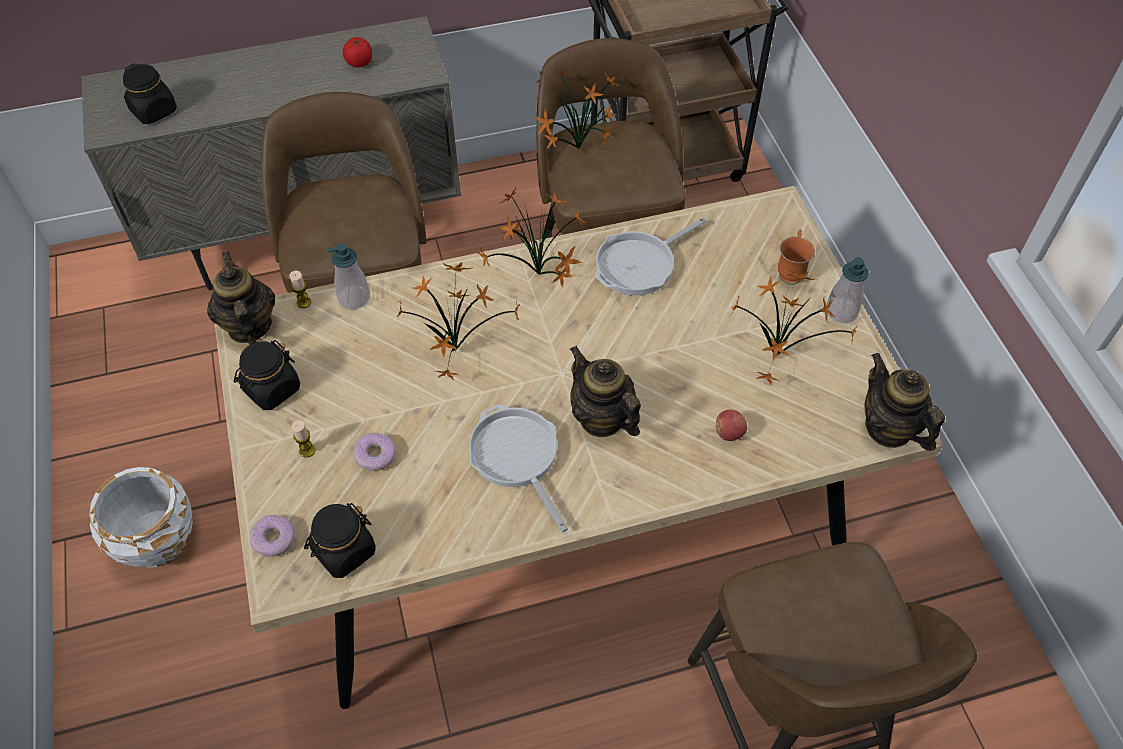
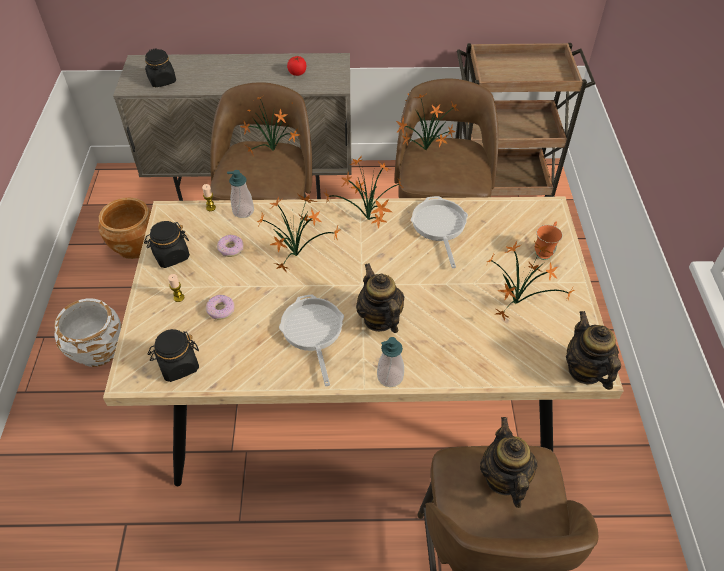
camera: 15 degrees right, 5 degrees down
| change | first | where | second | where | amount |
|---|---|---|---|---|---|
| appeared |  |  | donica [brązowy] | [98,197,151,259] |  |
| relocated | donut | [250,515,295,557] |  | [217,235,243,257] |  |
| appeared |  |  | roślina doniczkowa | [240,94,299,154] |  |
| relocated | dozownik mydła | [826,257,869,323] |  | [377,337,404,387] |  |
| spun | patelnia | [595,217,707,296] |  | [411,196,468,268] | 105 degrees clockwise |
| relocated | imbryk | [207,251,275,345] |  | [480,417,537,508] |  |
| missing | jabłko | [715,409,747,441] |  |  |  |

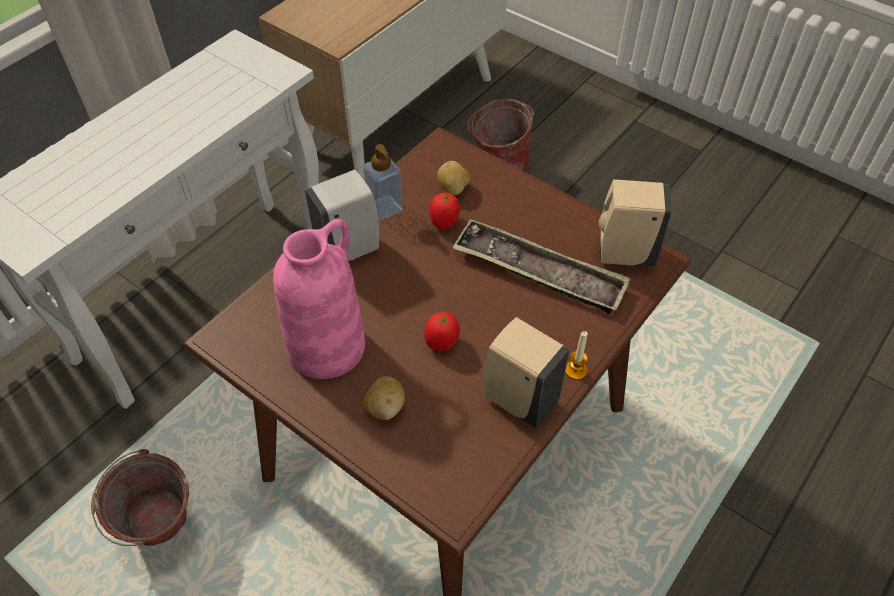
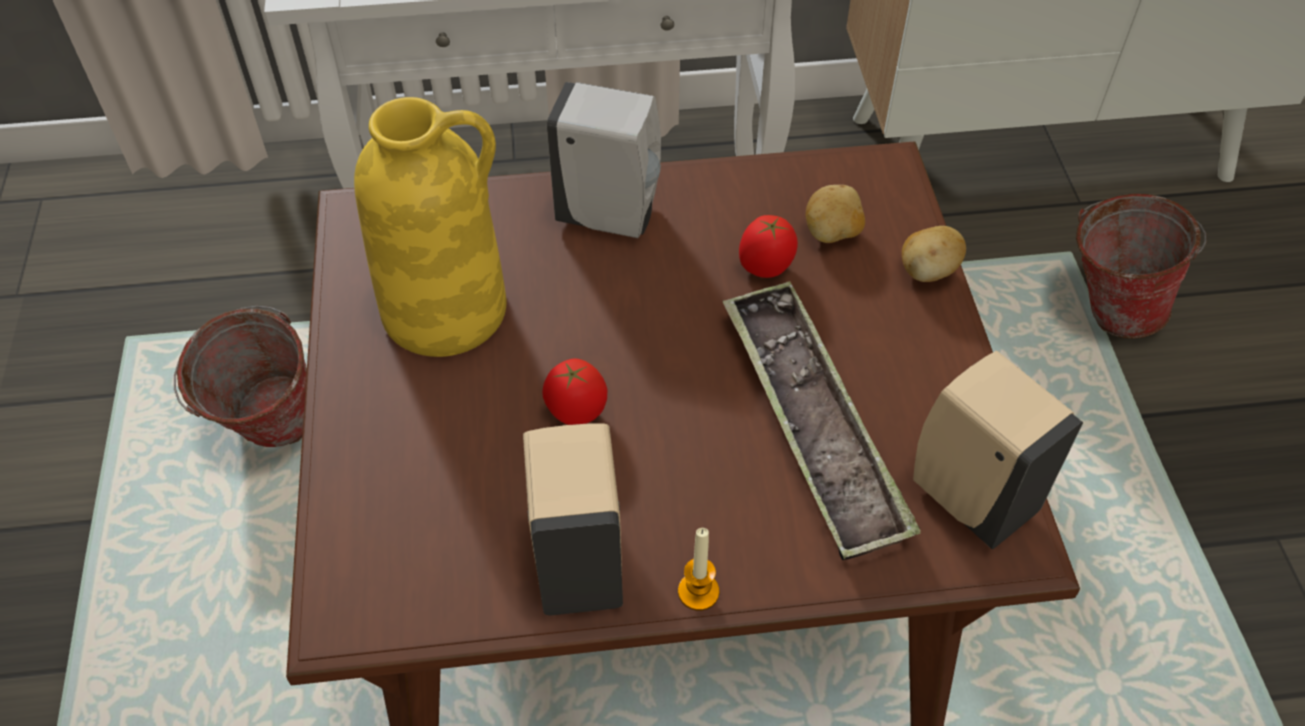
camera: 45 degrees right, 0 degrees up
| change | first | where | second | where | amount |
|---|---|---|---|---|---|
| colour | wazon [różowy] | [273,219,365,379] | wazon [żółty] | [354,97,507,357] |  |
| relocated | ziemniak | [364,376,405,420] |  | [902,226,966,282] |  |
| missing | dozownik mydła | [363,144,403,221] |  |  |  |

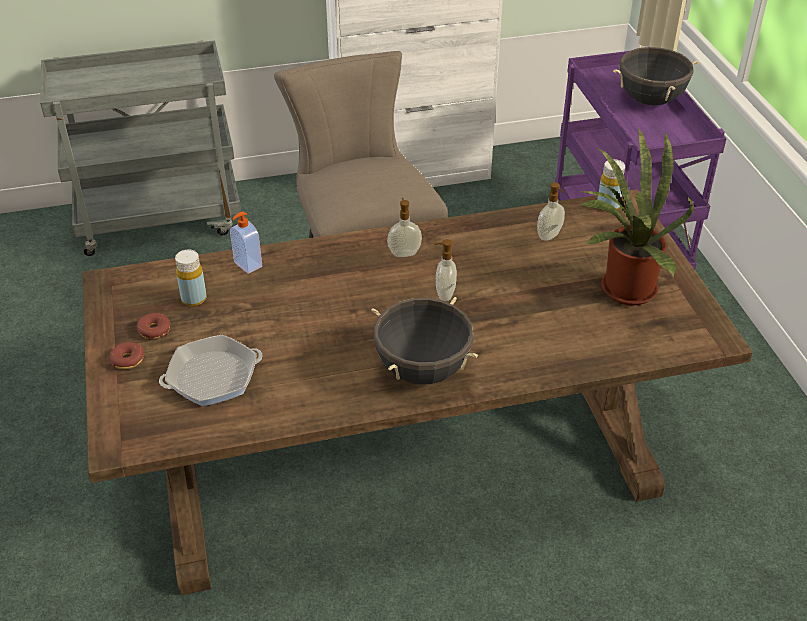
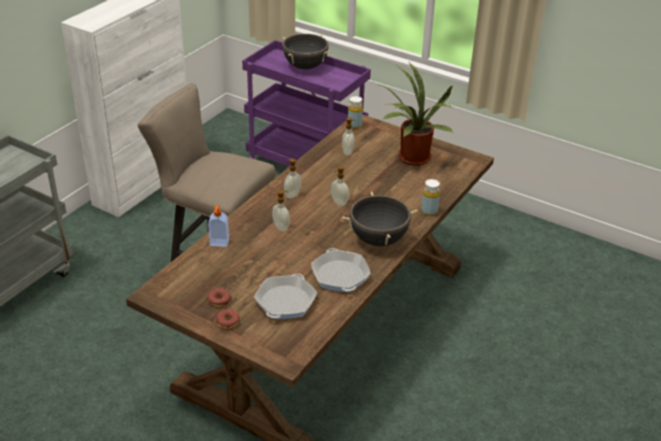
camera: 45 degrees left, 5 degrees down
| change | first | where | second | where | amount |
|---|---|---|---|---|---|
| appeared |  |  | dozownik mydła | [272,190,290,231] |  |
| appeared |  |  | patelnia | [311,248,371,292] |  |
| relocated | butelka [żółty] | [175,250,207,306] |  | [421,179,440,216] |  |

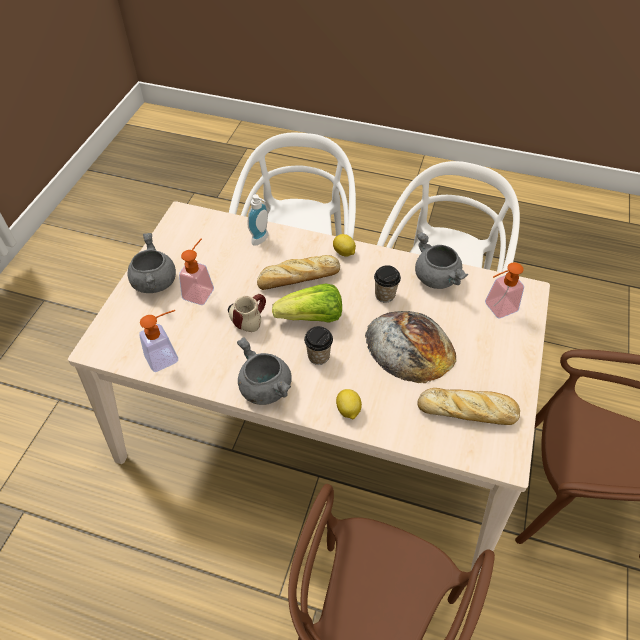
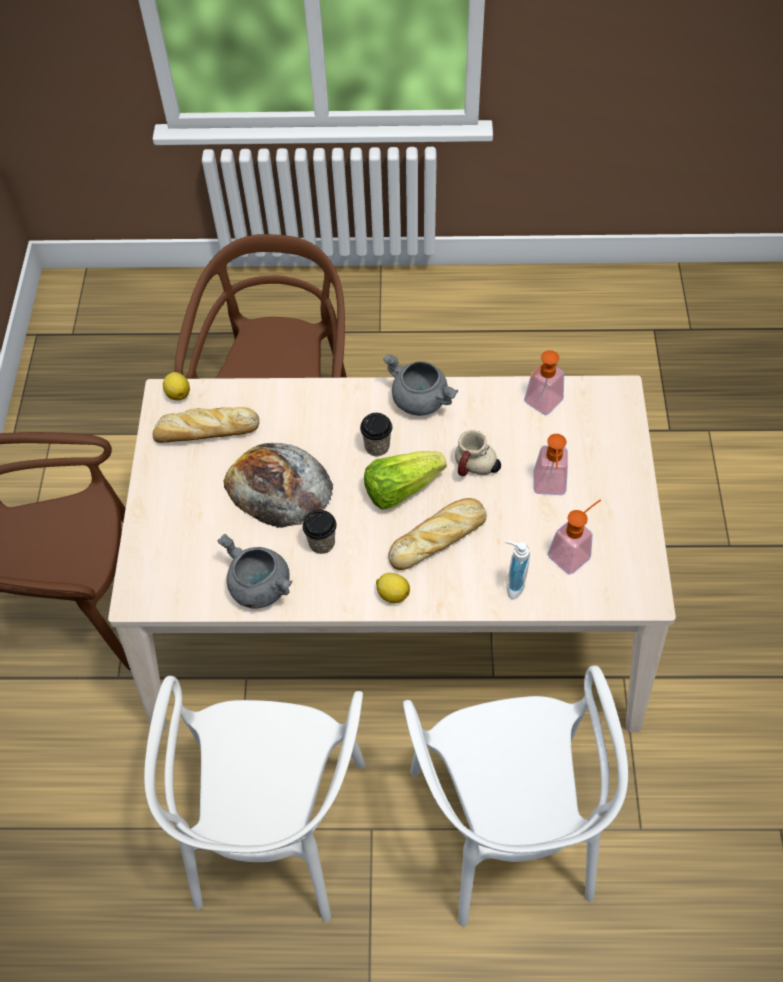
camera: 165 degrees right, 5 degrees up
| change | first | where | second | where | amount |
|---|---|---|---|---|---|
| relocated | cytryna | [336,389,362,420] |  | [163,372,190,400] |  |
| relocated | dozownik mydła | [485,262,524,319] |  | [547,499,601,575] |  |
| missing | garnek [szary] | [128,233,176,293] |  |  |  |

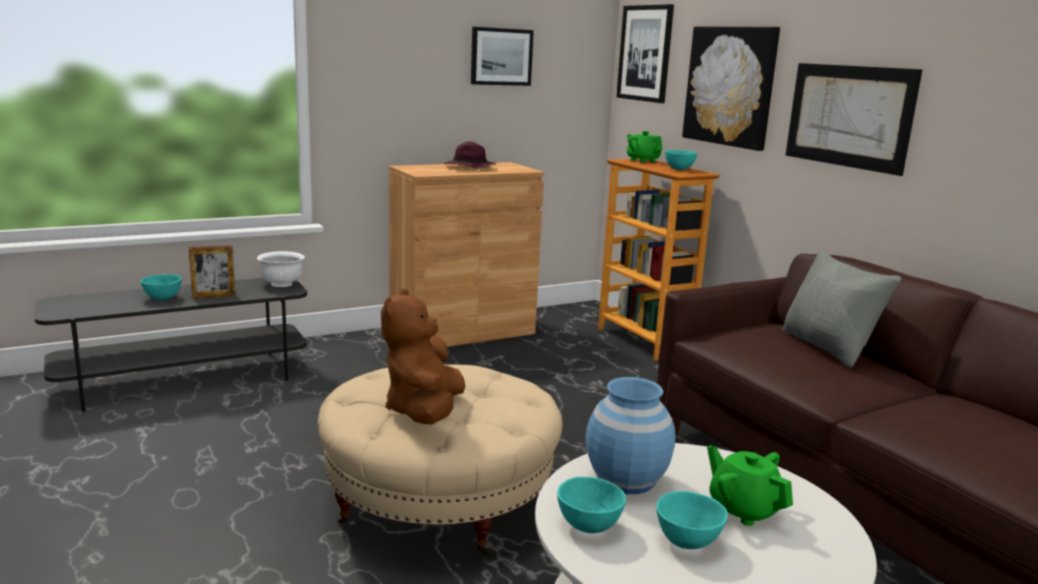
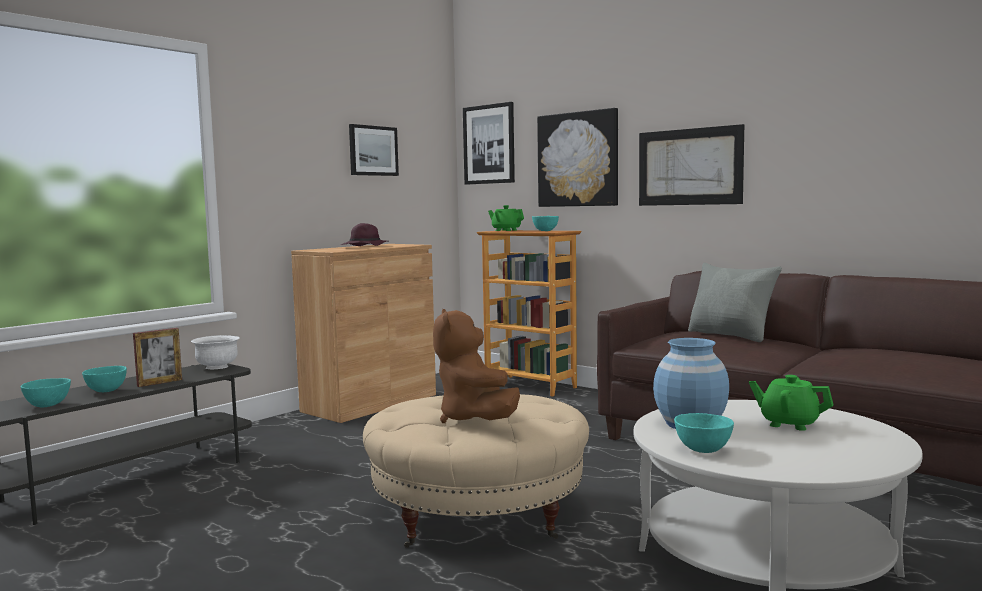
camera: 20 degrees left, 10 degrees down
| change | first | where | second | where | amount |
|---|---|---|---|---|---|
| relocated | miska [turkusowy] | [656,491,728,549] |  | [21,378,71,407] |  |

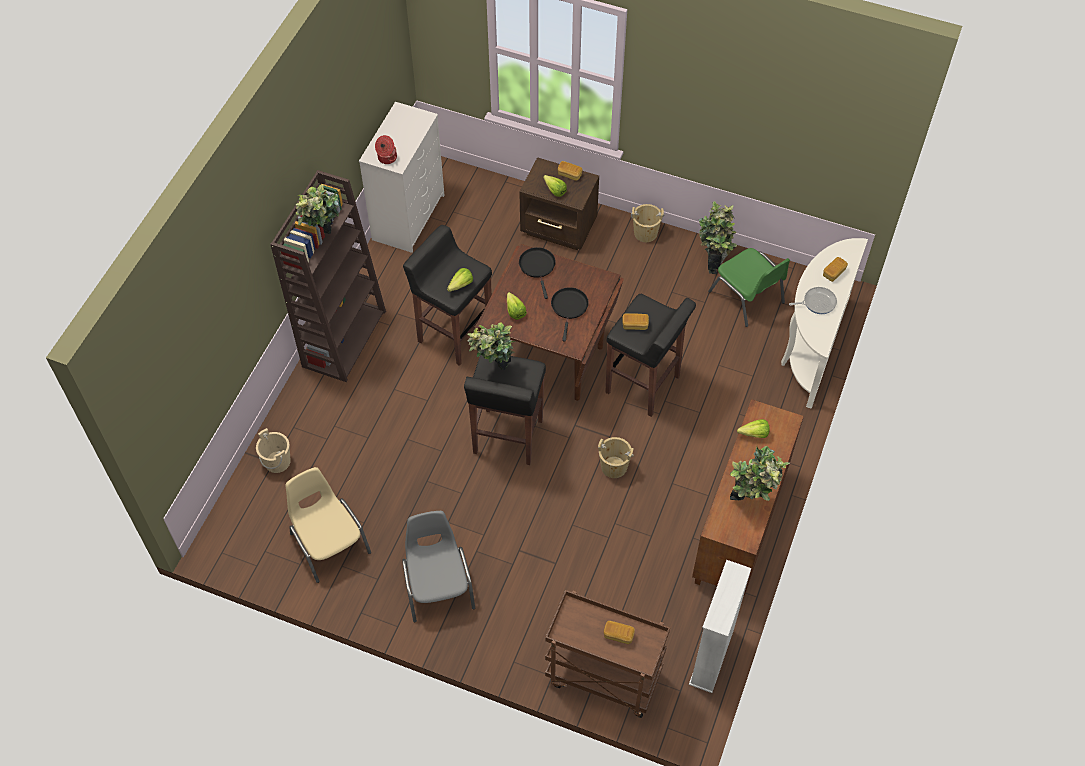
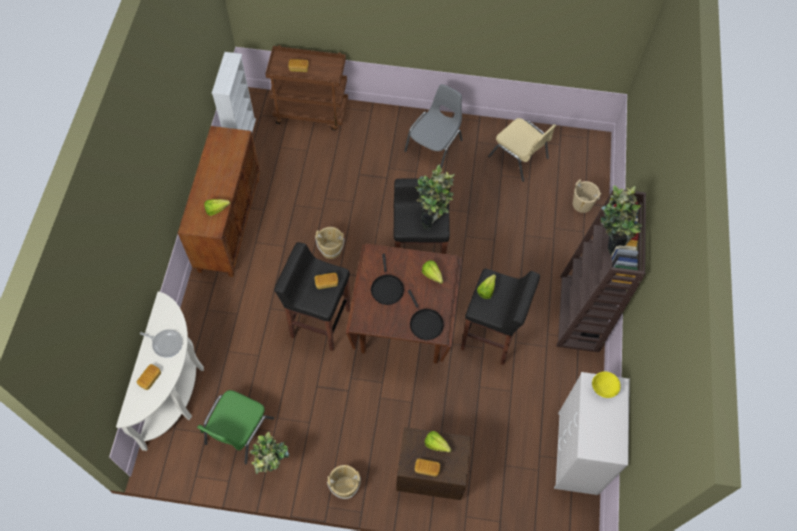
camera: 165 degrees right, 5 degrees up
| change | first | where | second | where | amount |
|---|---|---|---|---|---|
| spun | patelnia | [789,287,837,314] |  | [140,329,183,358] | 135 degrees counterclockwise |
| spun | krzesło [zielony] | [708,248,790,327] |  | [197,390,274,464] | 105 degrees counterclockwise |
| spun | krzesło [szary] | [402,511,475,622] |  | [404,84,463,168] | 120 degrees counterclockwise |
| exchanged | garnek | [375,135,397,164] | miska [żółty] | [592,371,621,398] |  |
| missing | roślina doniczkowa | [730,446,790,501] |  |  |  |

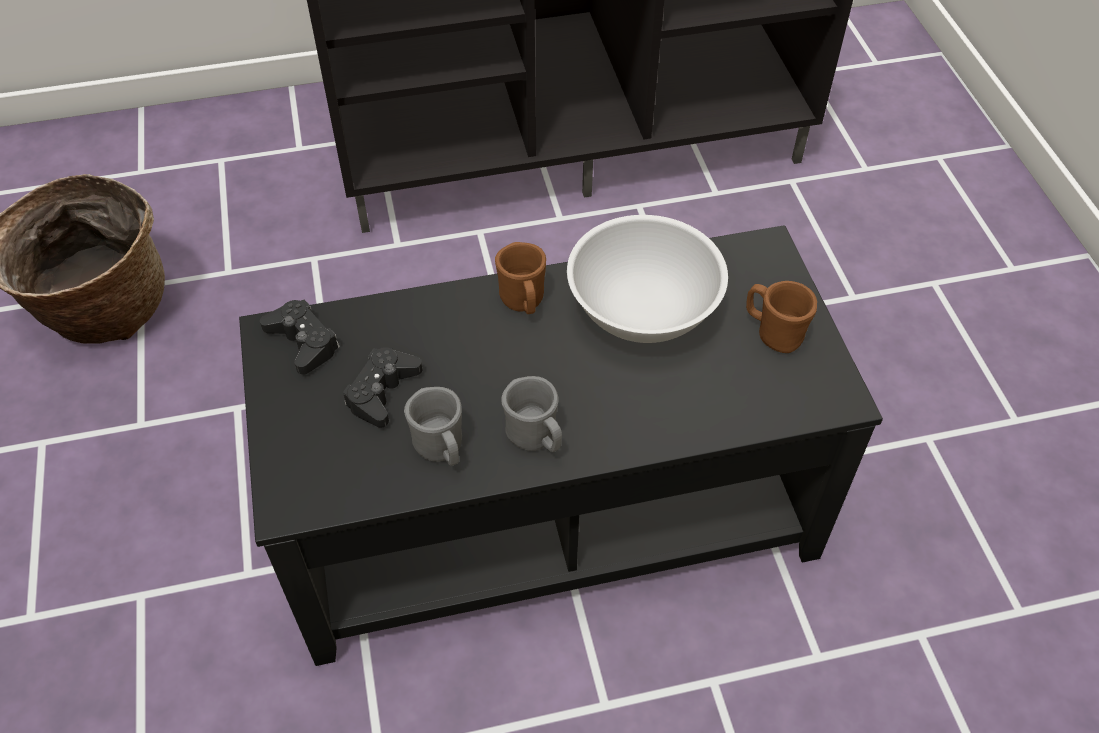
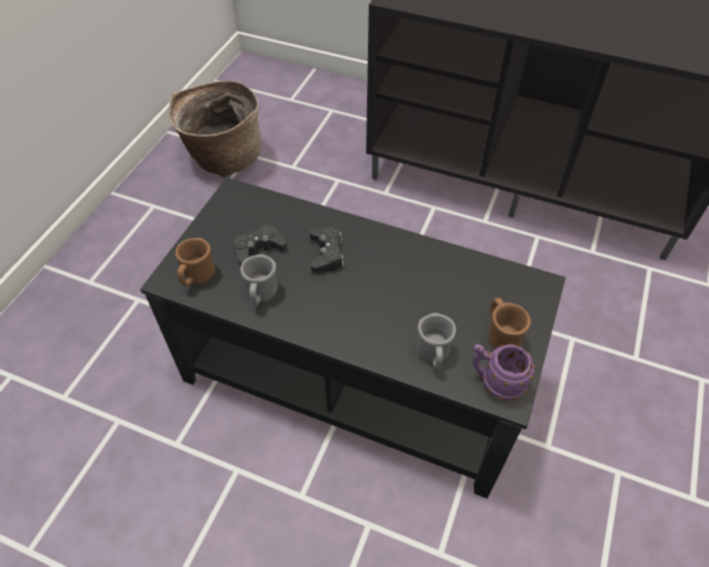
camera: 35 degrees right, 0 degrees up
| change | first | where | second | where | amount |
|---|---|---|---|---|---|
| relocated | kubek [brązowy] | [495,242,546,314] |  | [175,238,215,287] |  |
| relocated | pad do gier [czarny] | [260,300,340,375] |  | [309,227,344,273] |  |
| relocated | kubek [szary] | [501,376,562,452] |  | [417,313,456,369] |  |
| appeared |  |  | kubek [fioletowy] | [472,344,535,400] |  |
| missing | miska [biały] | [567,215,728,343] |  |  |  |

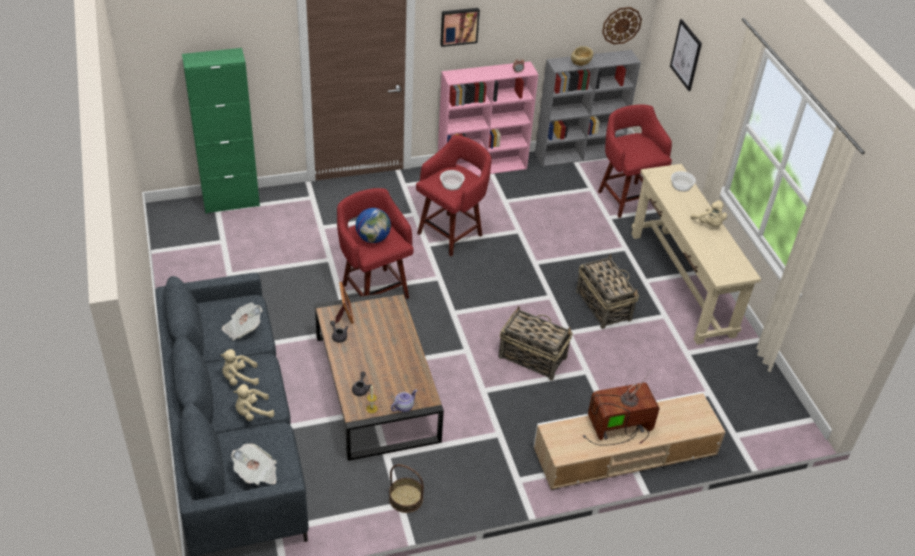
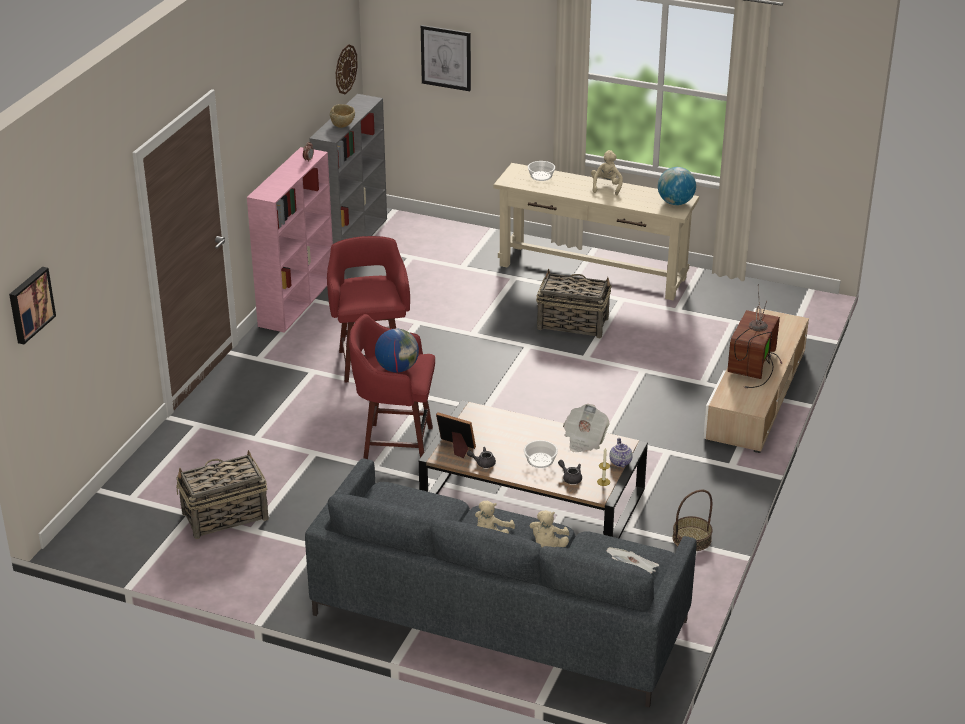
camera: 50 degrees left, 10 degrees down
| change | first | where | second | where | amount |
|---|---|---|---|---|---|
| relocated | obraz | [440,8,480,47] |  | [9,267,56,344] |  |
| relocated | koszyk | [499,306,573,381] |  | [176,450,269,539] |  |
| relocated | miska | [440,170,465,191] |  | [524,440,558,468] |  |
| relocated | gazeta | [222,302,262,341] |  | [563,404,610,452] |  |
| spun | pluszak [beżowy] | [691,200,727,227] |  | [591,150,623,196] | 90 degrees counterclockwise |
| appeared |  |  | globus | [658,167,696,205] |  |
| missing | szafka [zielony] | [182,48,260,214] |  |  |  |
| missing | stołek [czerwony] | [598,104,672,218] |  |  |  |

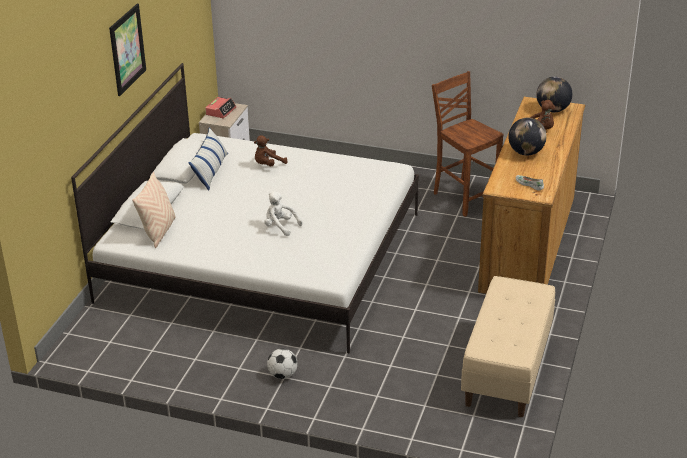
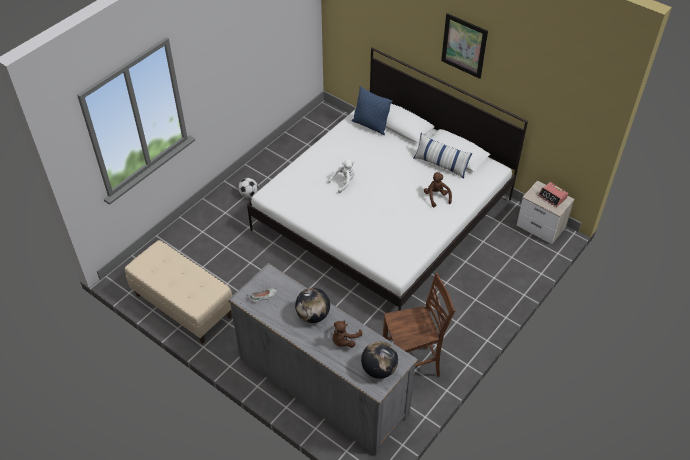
camera: 110 degrees right, 15 degrees up
| change | first | where | second | where | amount |
|---|---|---|---|---|---|
| colour | komoda [brązowy] | [478,97,585,294] | komoda [szary] | [228,263,418,455] |  |
| colour | poduszka [beżowy] | [132,172,176,248] | poduszka [niebieski] | [352,86,393,135] |  |

